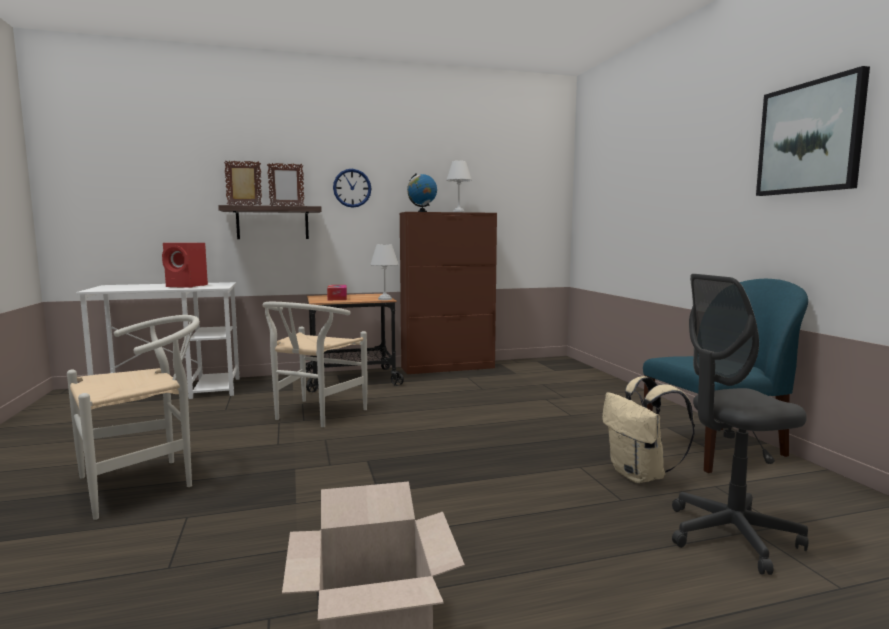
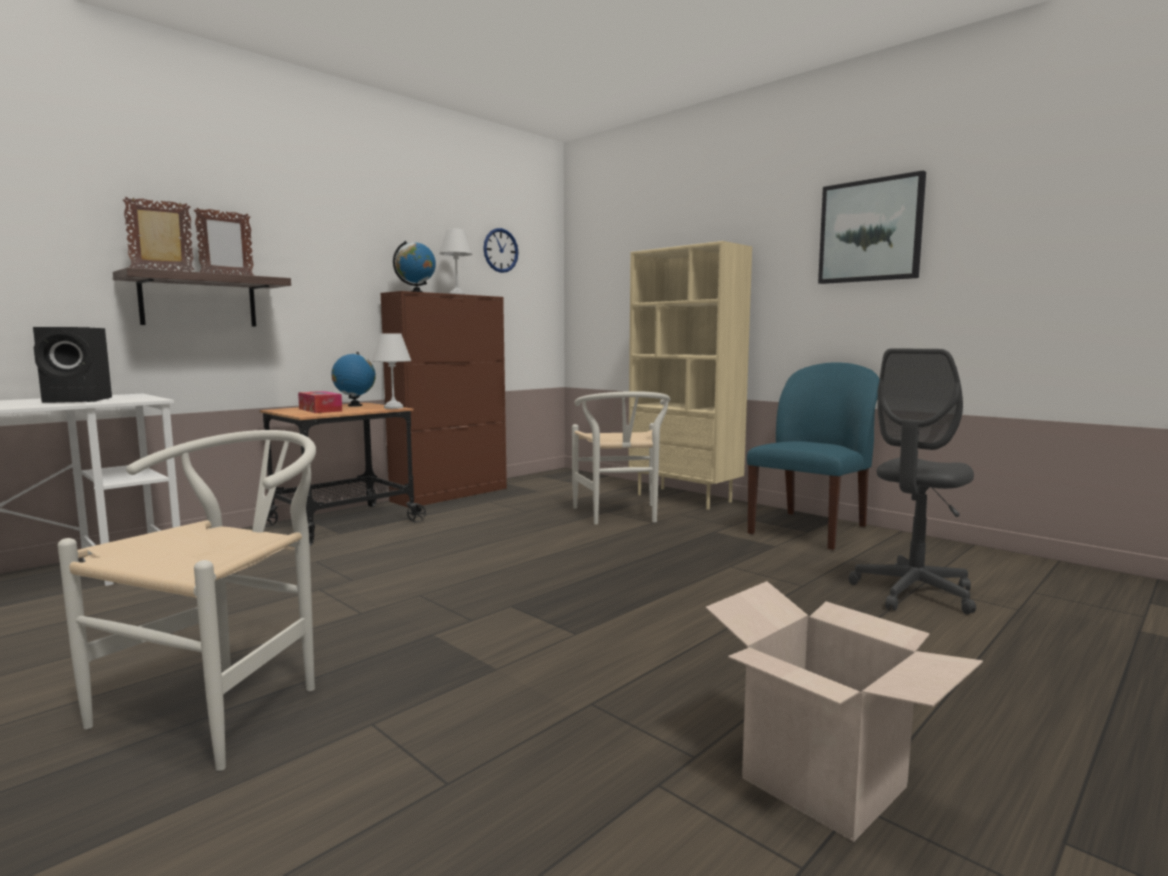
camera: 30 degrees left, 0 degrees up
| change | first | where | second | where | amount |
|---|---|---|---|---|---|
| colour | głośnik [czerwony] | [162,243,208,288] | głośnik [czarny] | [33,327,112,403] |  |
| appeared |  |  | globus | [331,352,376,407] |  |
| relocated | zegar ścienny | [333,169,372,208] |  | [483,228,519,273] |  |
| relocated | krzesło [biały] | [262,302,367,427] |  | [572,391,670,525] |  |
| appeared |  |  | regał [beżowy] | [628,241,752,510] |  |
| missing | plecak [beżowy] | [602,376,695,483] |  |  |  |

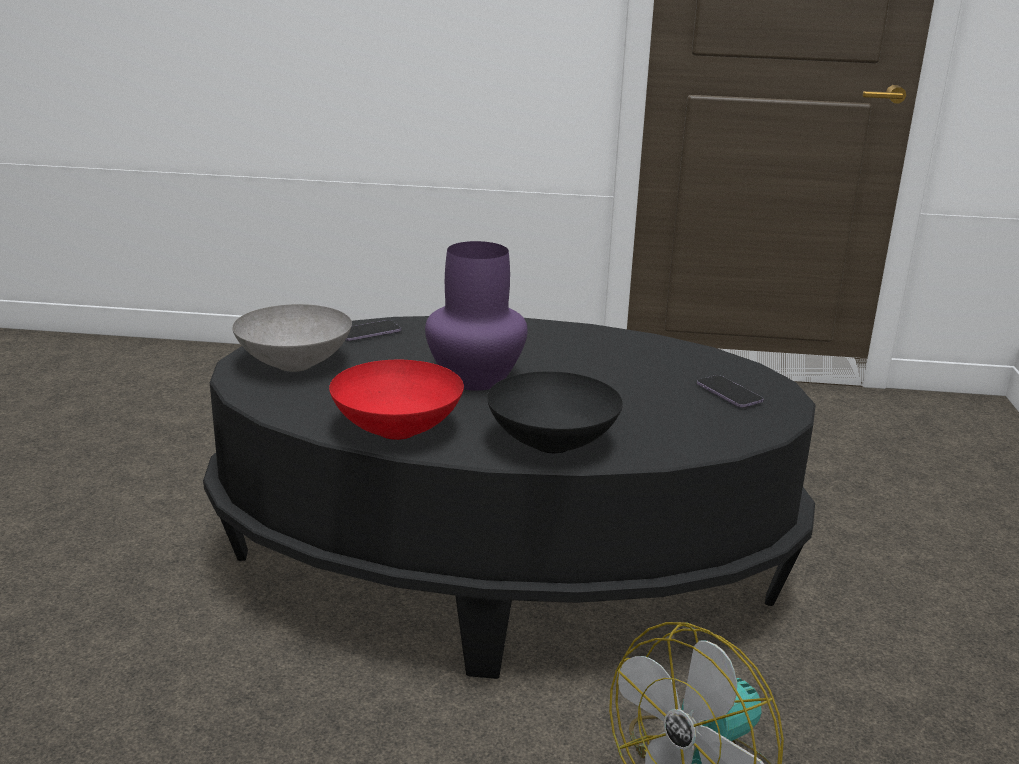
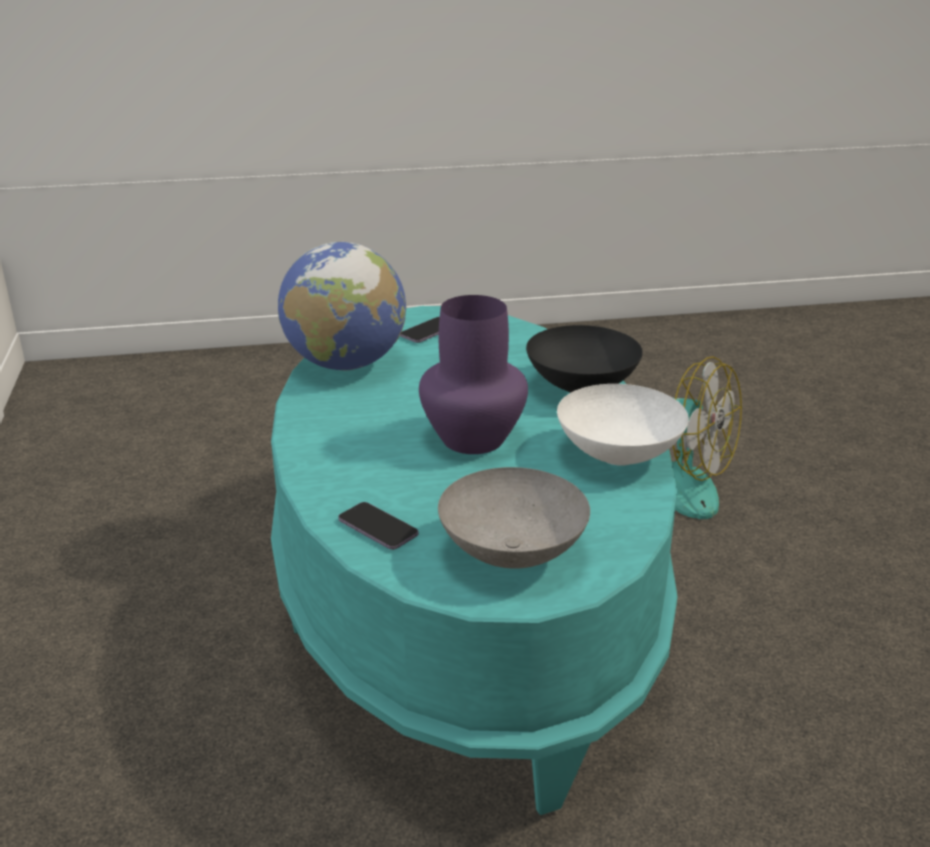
camera: 105 degrees left, 5 degrees up
| change | first | where | second | where | amount |
|---|---|---|---|---|---|
| colour | ława [czarny] | [203,316,816,679] | ława [turkusowy] | [271,306,678,815] |  |
| appeared |  |  | globus | [278,242,406,371] |  |
| colour | miska [czerwony] | [329,360,464,440] | miska [biały] | [557,384,689,466] |  |

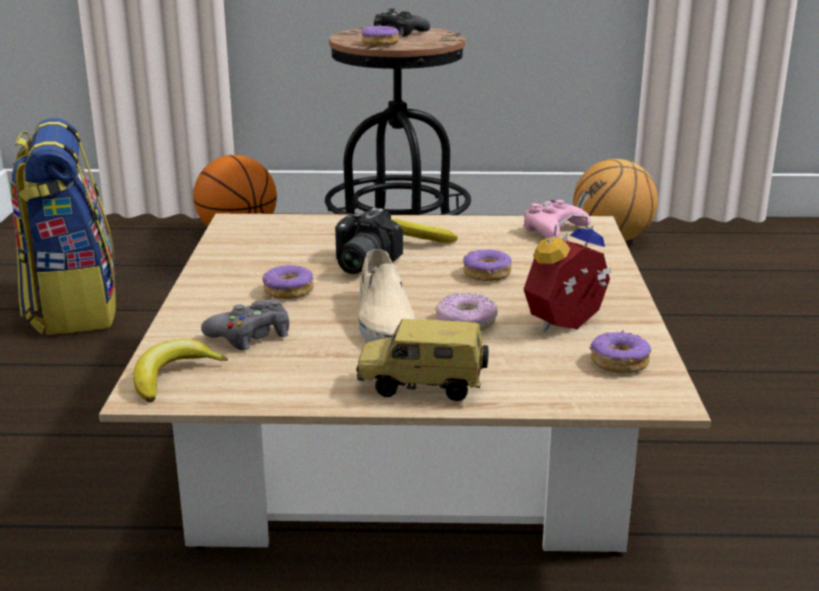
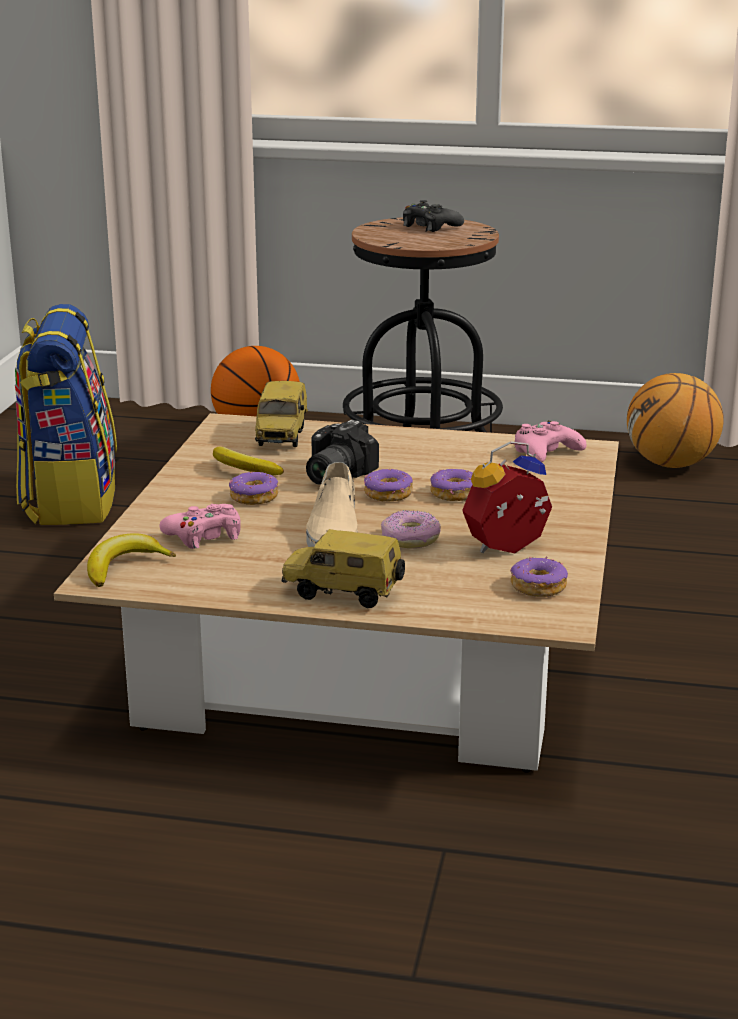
camera: 10 degrees right, 0 degrees up
| change | first | where | second | where | amount |
|---|---|---|---|---|---|
| colour | pad do gier [szary] | [201,300,289,350] | pad do gier [różowy] | [160,504,241,549] |  |
| relocated | banan | [391,219,458,243] |  | [213,447,284,476] |  |
| appeared |  |  | samochodzik | [255,381,308,447] |  |
| relocated | donut | [361,25,399,46] |  | [364,469,413,501] |  |

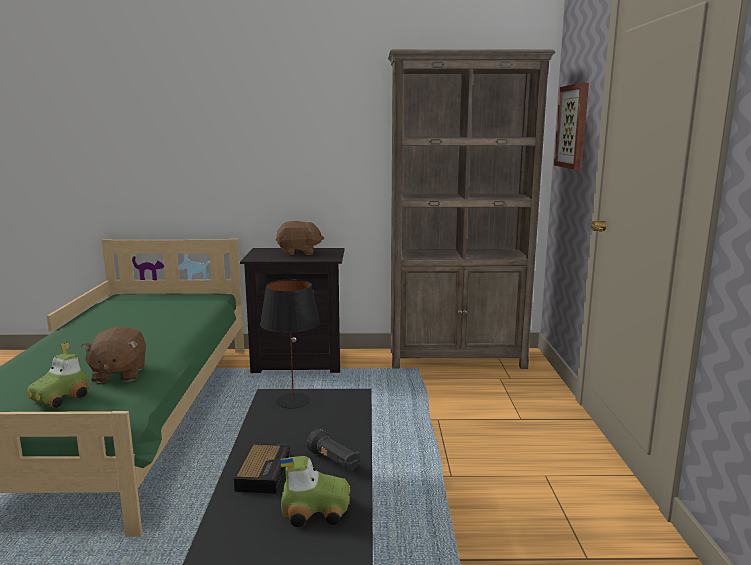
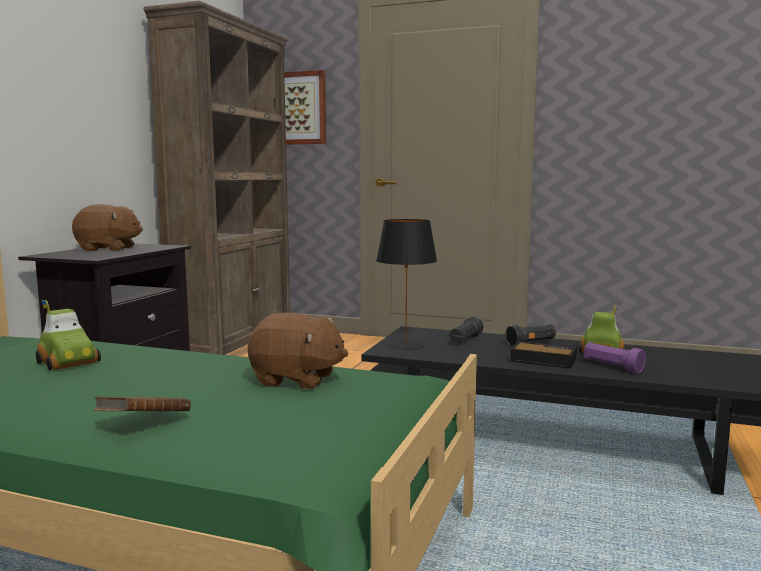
camera: 70 degrees left, 5 degrees down
| change | first | where | second | where | amount |
|---|---|---|---|---|---|
| relocated | samochodzik | [27,342,89,408] |  | [36,300,101,370] |  |
| spun | pluszak [brązowy] | [276,221,324,255] |  | [72,204,143,251] | 75 degrees clockwise |
| appeared |  |  | książka [brązowy] | [94,396,191,411] |  |
| appeared |  |  | latarka [czarny] | [449,316,483,343] |  |
| appeared |  |  | latarka [fioletowy] | [584,342,646,373] |  |

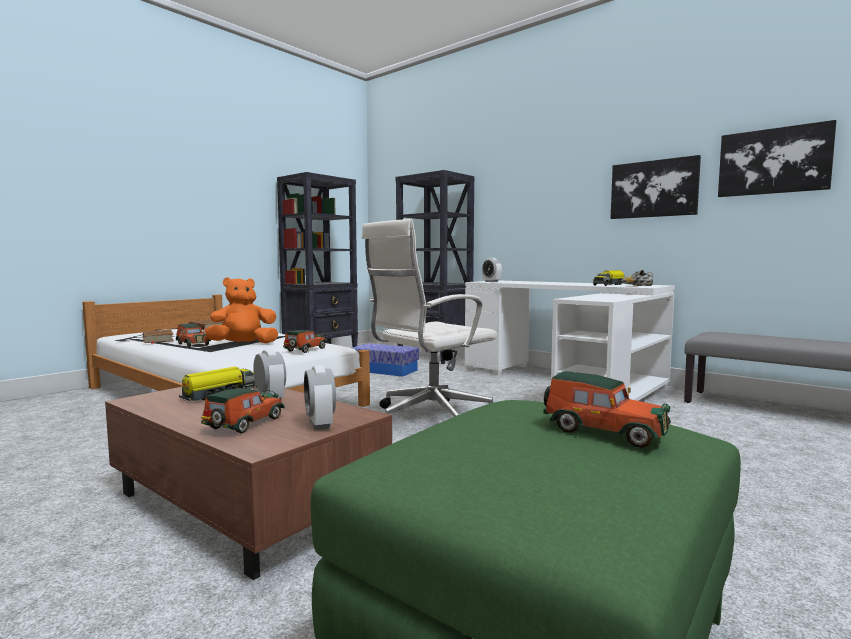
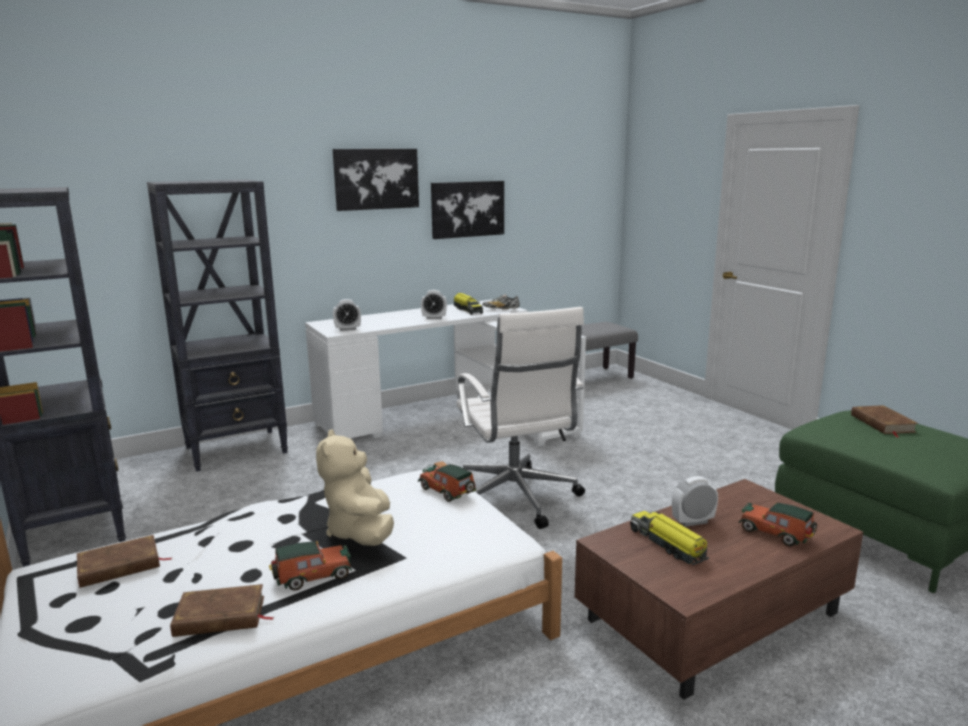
camera: 70 degrees left, 10 degrees up
| change | first | where | second | where | amount |
|---|---|---|---|---|---|
| colour | pluszak [pomarańczowy] | [204,277,278,343] | pluszak [beżowy] | [316,429,394,546] |  |
| relocated | obraz | [718,120,836,197] |  | [333,149,419,211] |  |
| relocated | budzik | [304,365,336,430] |  | [421,290,447,319] |  |
| exchanged | samochodzik | [543,371,671,448] | książka [brązowy] | [851,405,918,438] |  |
| missing | pojemnik do przechowywania | [352,343,419,377] |  |  |  |

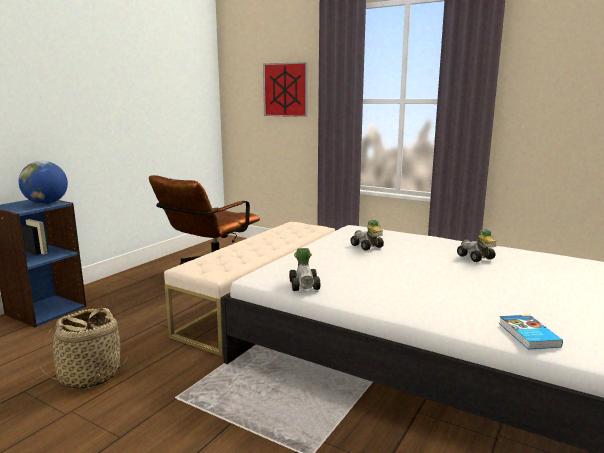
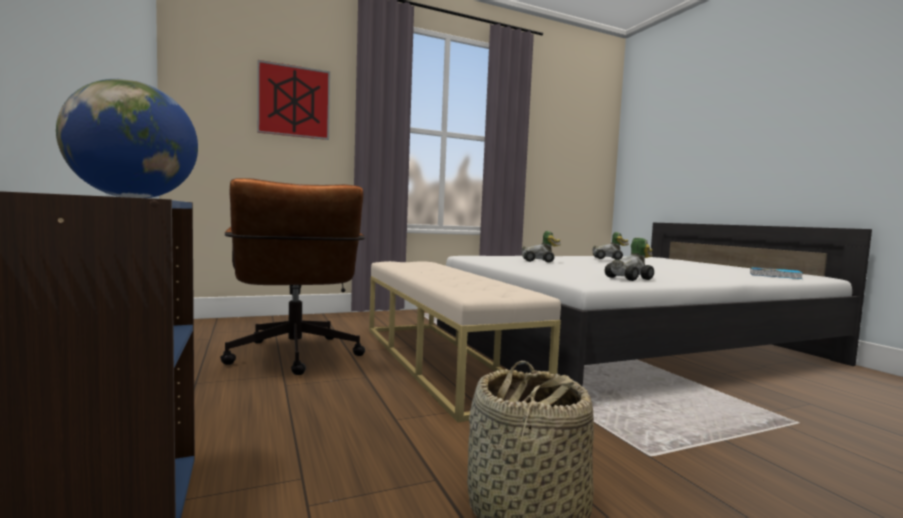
camera: 55 degrees left, 10 degrees down
| change | first | where | second | where | amount |
|---|---|---|---|---|---|
| spun | samochodzik | [289,248,320,291] |  | [605,238,654,281] | 120 degrees clockwise |

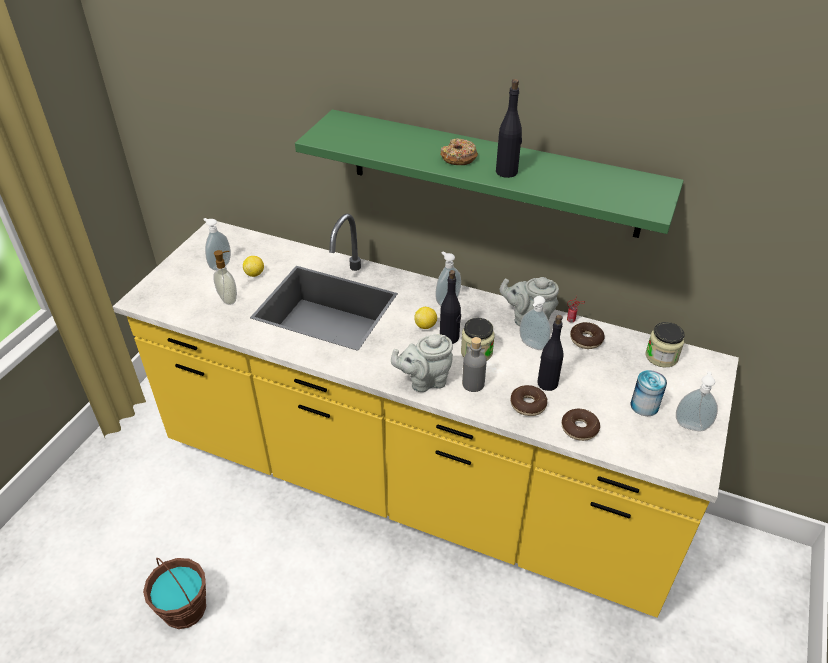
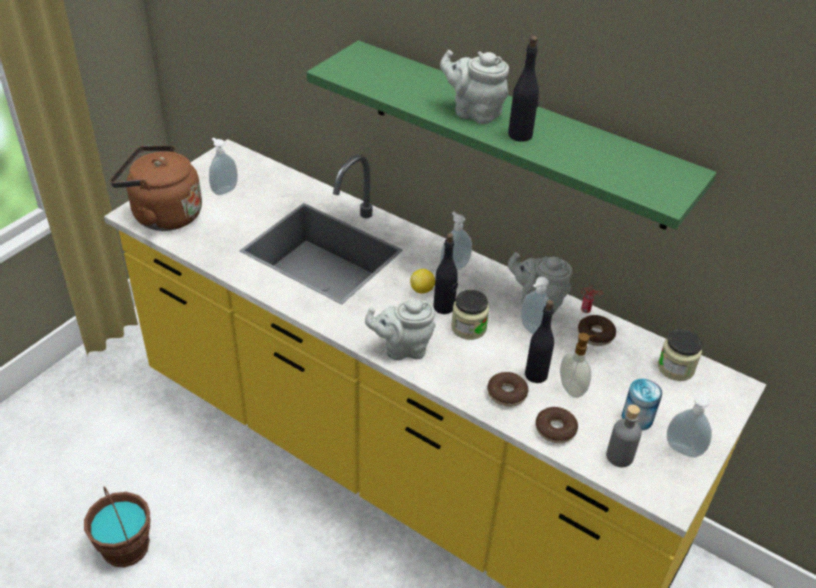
camera: 10 degrees right, 0 degrees up
| change | first | where | second | where | amount |
|---|---|---|---|---|---|
| appeared |  |  | czajnik [brązowy] | [110,145,202,231] |  |
| exchanged | donut | [440,139,478,165] | imbryk [szary] | [440,50,509,124] |  |
| relocated | dozownik mydła | [213,250,237,305] |  | [560,333,596,398] |  |
| relocated | butelka [szary] | [462,337,487,392] |  | [606,405,642,467] |  |
| missing | cytryna | [243,256,264,277] |  |  |  |

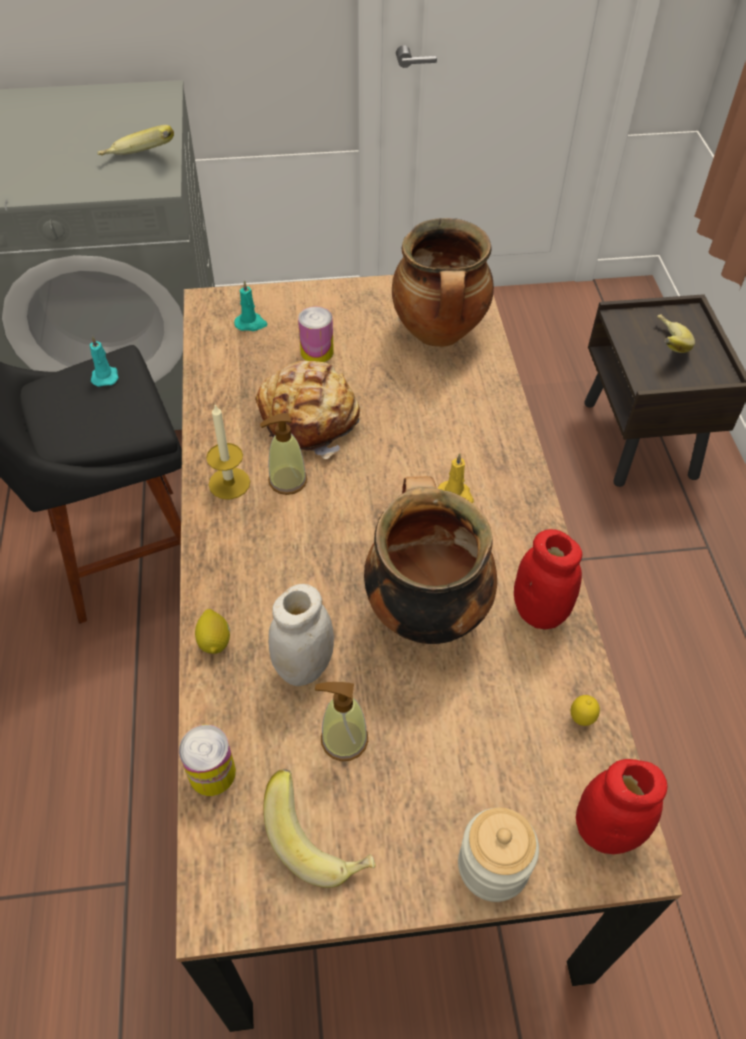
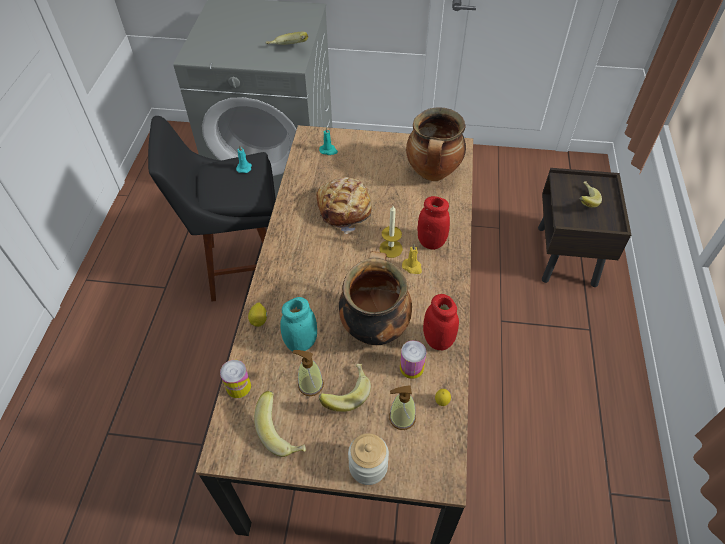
camera: 15 degrees right, 0 degrees up
| change | first | where | second | where | amount |
|---|---|---|---|---|---|
| colour | słoik [biały] | [268,584,334,686] | słoik [turkusowy] | [280,297,317,351] |  |
| appeared |  |  | banan | [319,364,371,412] |  |
| relocated | świeca | [206,405,250,499] |  | [379,206,403,258] |  |
| relocated | dozownik mydła | [260,413,307,495] |  | [389,386,416,430] |  |
| relocated | puszka | [298,307,334,362] |  | [400,341,426,379] |  |
| relocated | słoik [czerwony] | [576,759,668,854] |  | [417,196,450,250] |  |

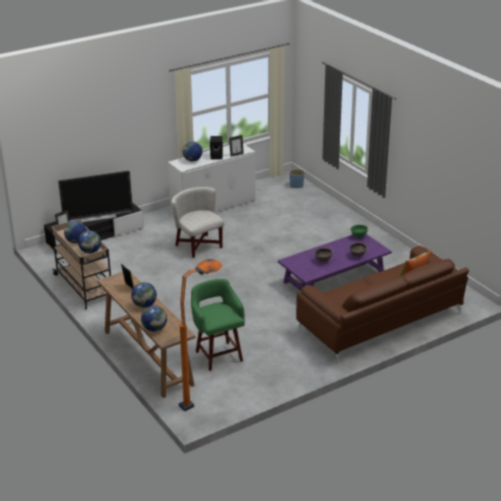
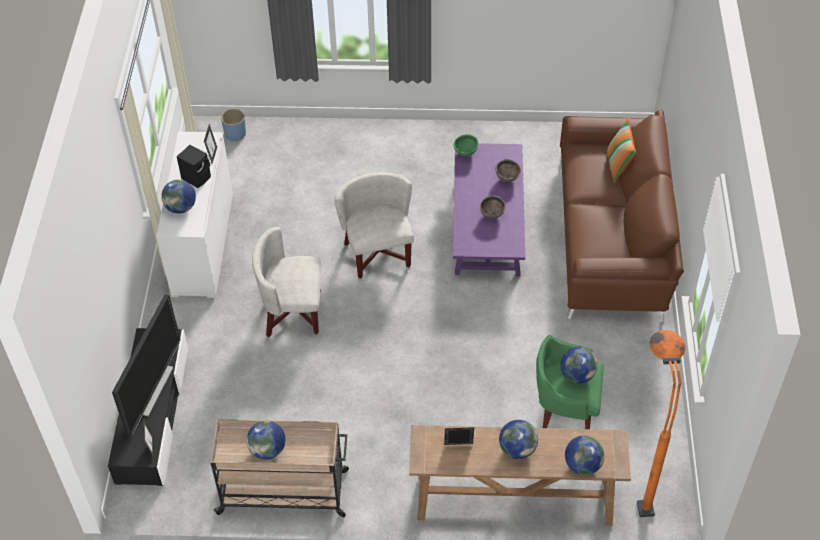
camera: 55 degrees left, 20 degrees up
| change | first | where | second | where | amount |
|---|---|---|---|---|---|
| appeared |  |  | fotel [biały] | [334,173,414,278] |  |
| relocated | globus | [78,231,101,253] |  | [560,347,598,384] |  |

